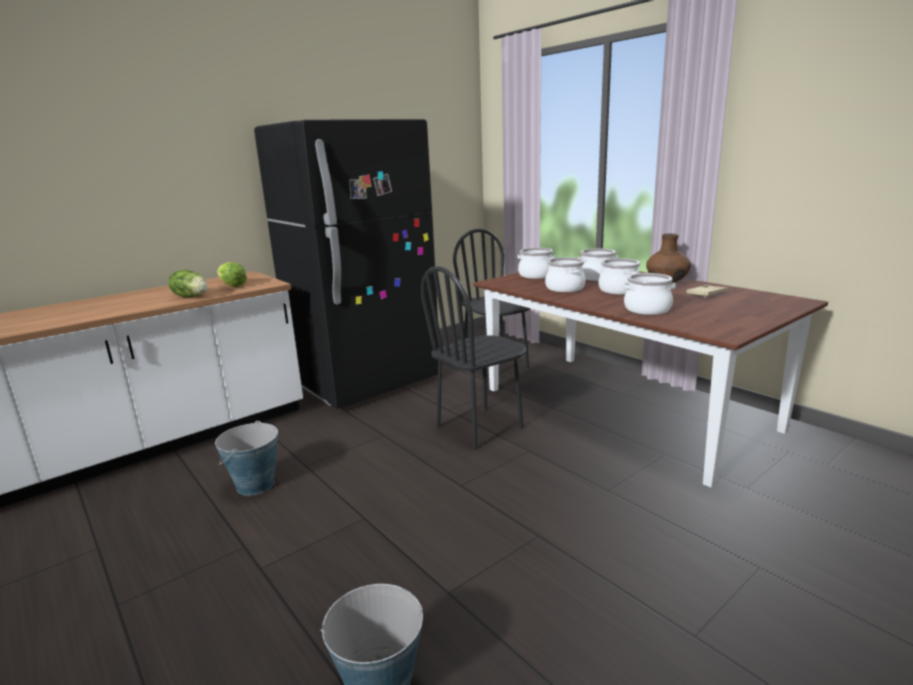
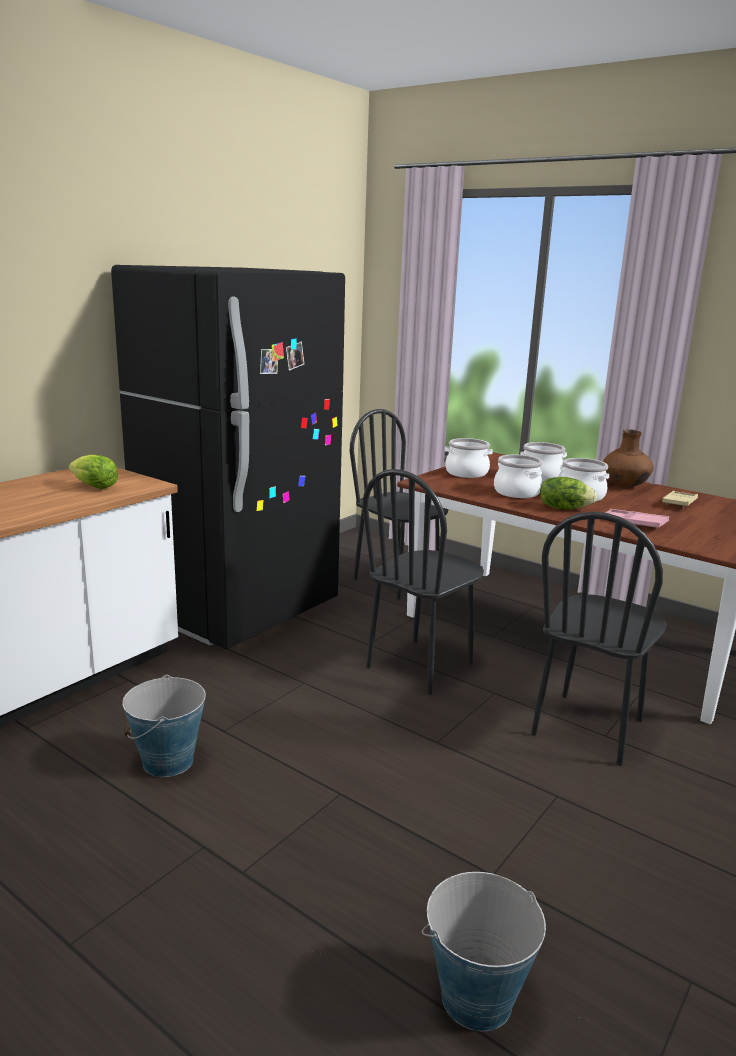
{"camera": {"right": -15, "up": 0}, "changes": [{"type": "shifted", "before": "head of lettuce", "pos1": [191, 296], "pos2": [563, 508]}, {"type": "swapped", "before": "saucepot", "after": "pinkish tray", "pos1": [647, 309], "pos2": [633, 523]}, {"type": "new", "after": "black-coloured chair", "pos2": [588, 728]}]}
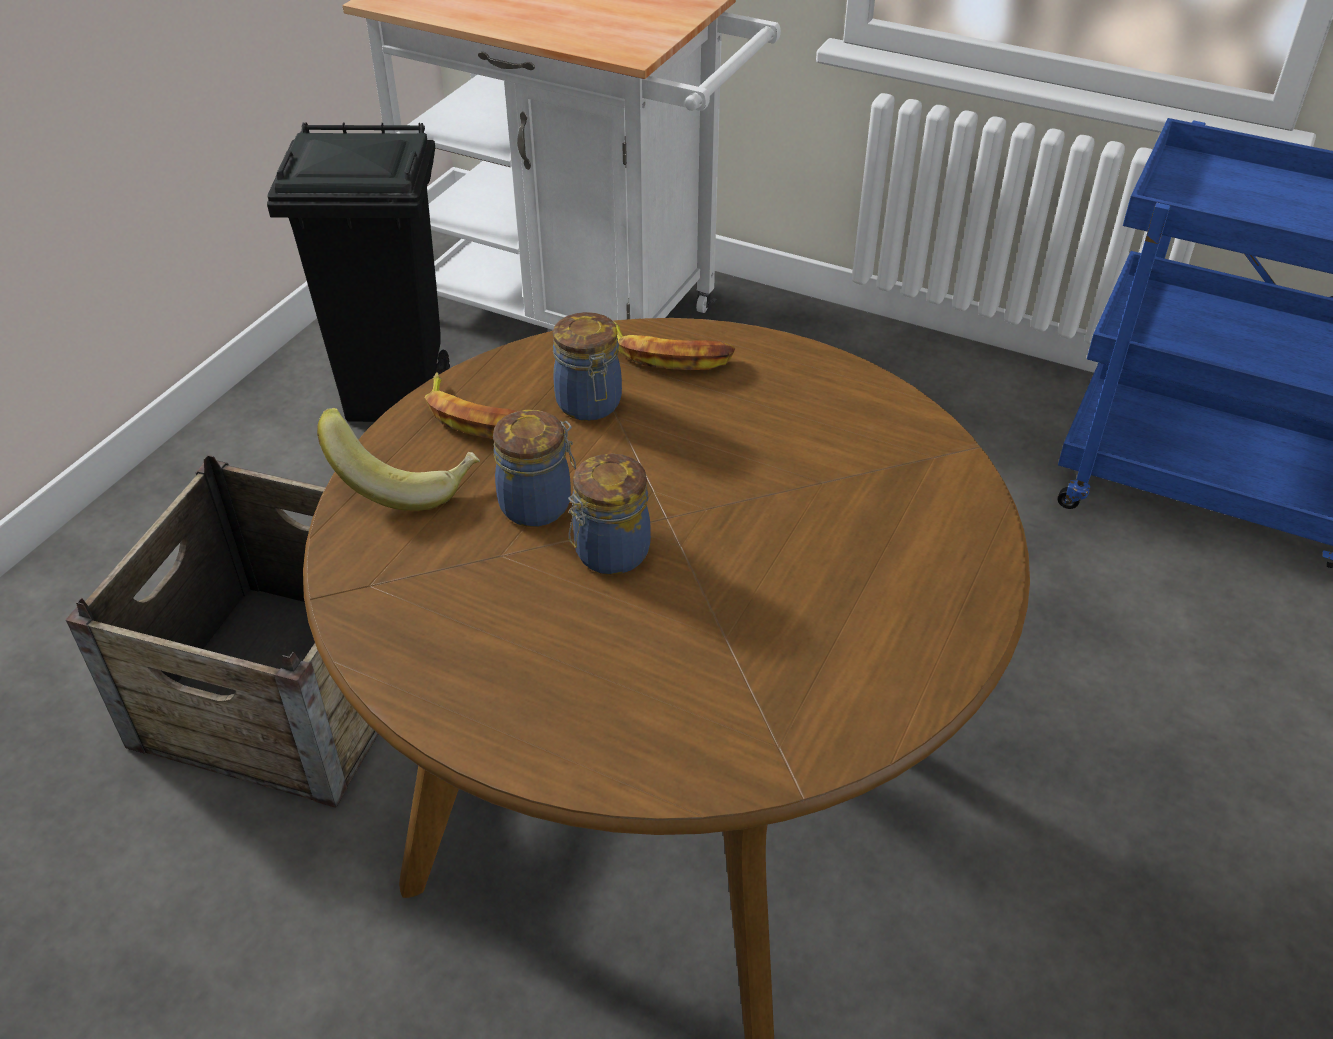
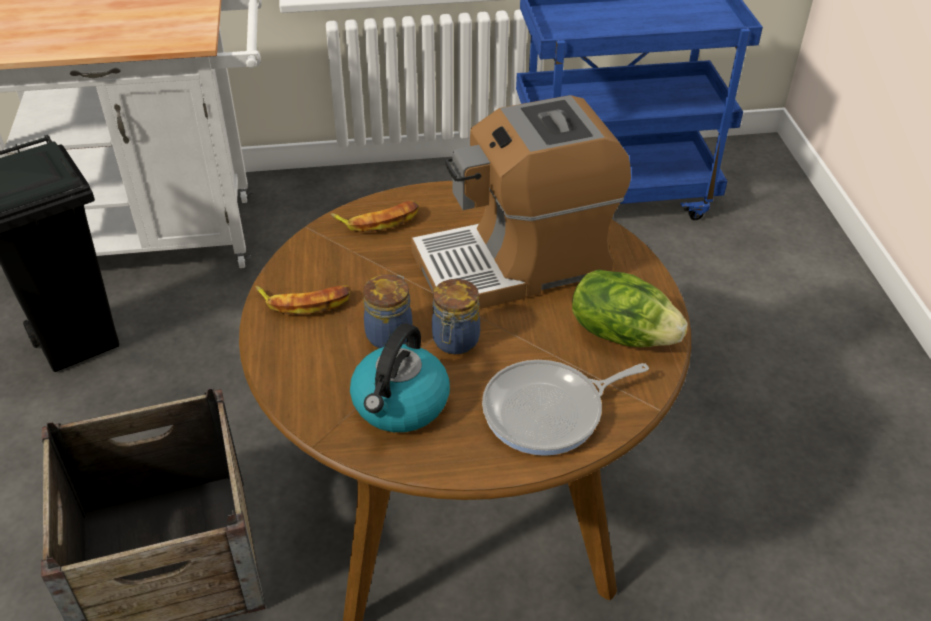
{"camera": {"right": -35, "up": 0}, "changes": [{"type": "gone", "before": "banana", "pos1": [405, 481]}, {"type": "gone", "before": "preserve jar", "pos1": [590, 405]}, {"type": "new", "after": "water kettle", "pos2": [400, 404]}, {"type": "new", "after": "coffee brewer", "pos2": [515, 264]}, {"type": "new", "after": "pan", "pos2": [549, 412]}, {"type": "new", "after": "head of lettuce", "pos2": [622, 333]}]}
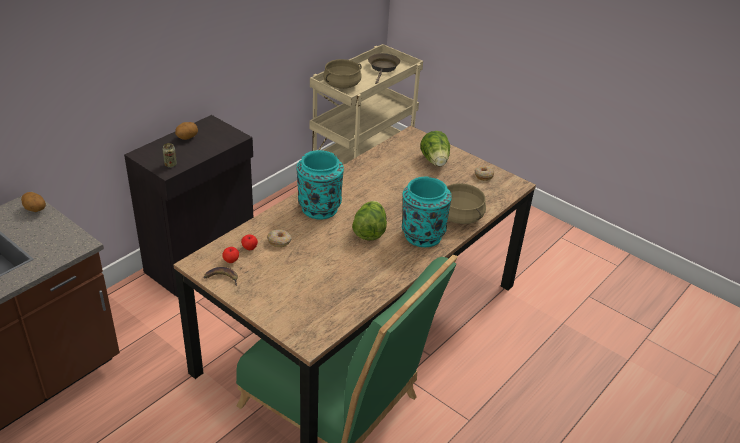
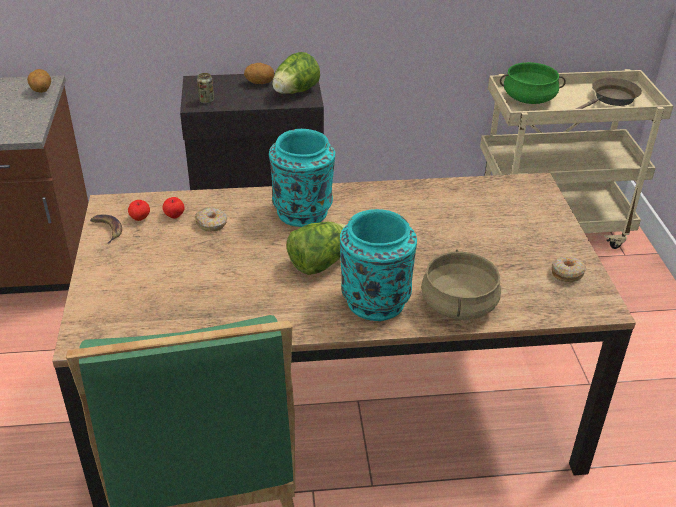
{"camera": {"right": 45, "up": 0}, "changes": [{"type": "repainted", "before": "sand-coloured saucepot", "after": "green saucepot", "pos1": [342, 85], "pos2": [529, 99]}, {"type": "shifted", "before": "head of lettuce", "pos1": [435, 161], "pos2": [295, 92]}]}
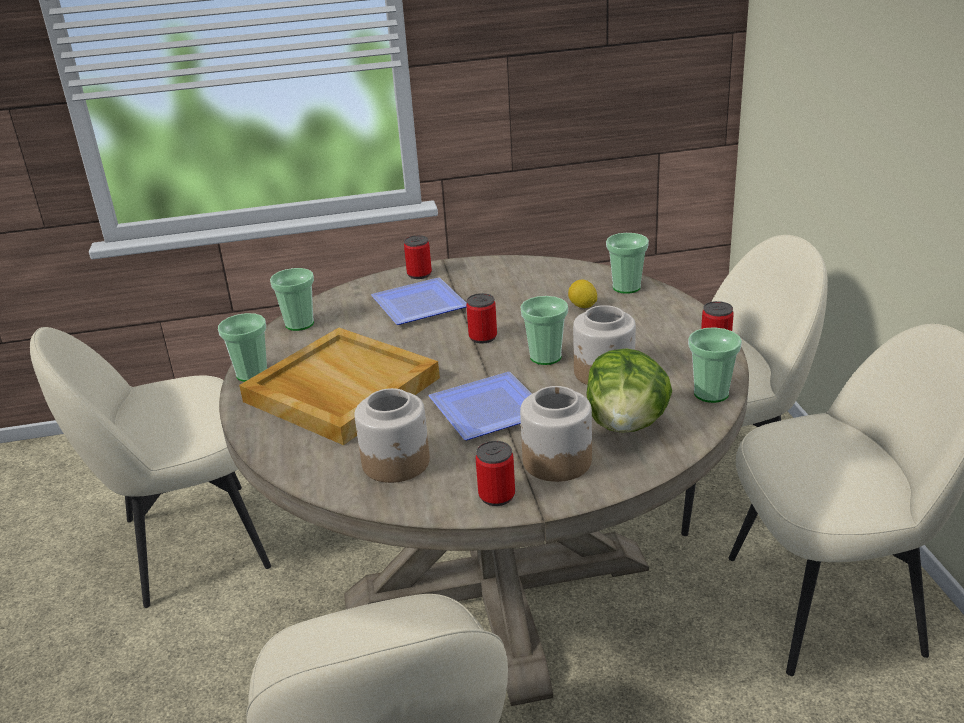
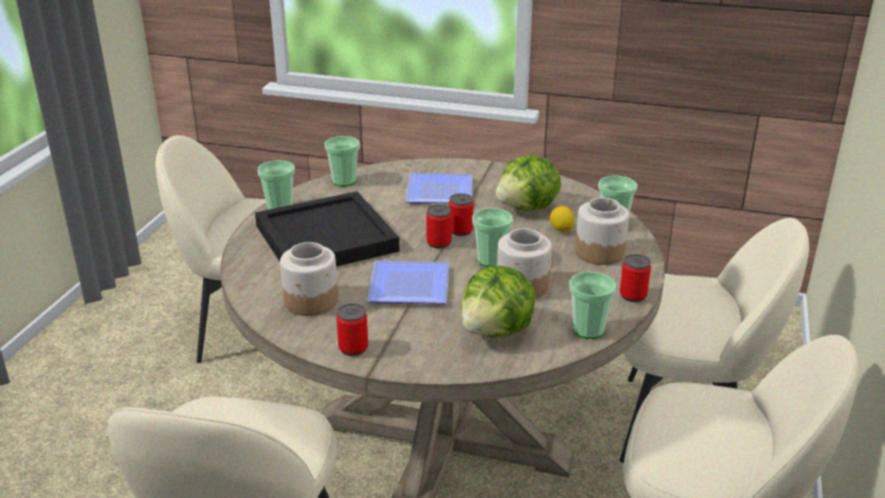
{"camera": {"right": 25, "up": 0}, "changes": [{"type": "repainted", "before": "sand-coloured tray", "after": "black-coloured tray", "pos1": [340, 390], "pos2": [324, 238]}, {"type": "shifted", "before": "sealed can", "pos1": [419, 274], "pos2": [439, 243]}, {"type": "shifted", "before": "preserve jar", "pos1": [557, 460], "pos2": [600, 252]}, {"type": "new", "after": "head of lettuce", "pos2": [528, 208]}]}
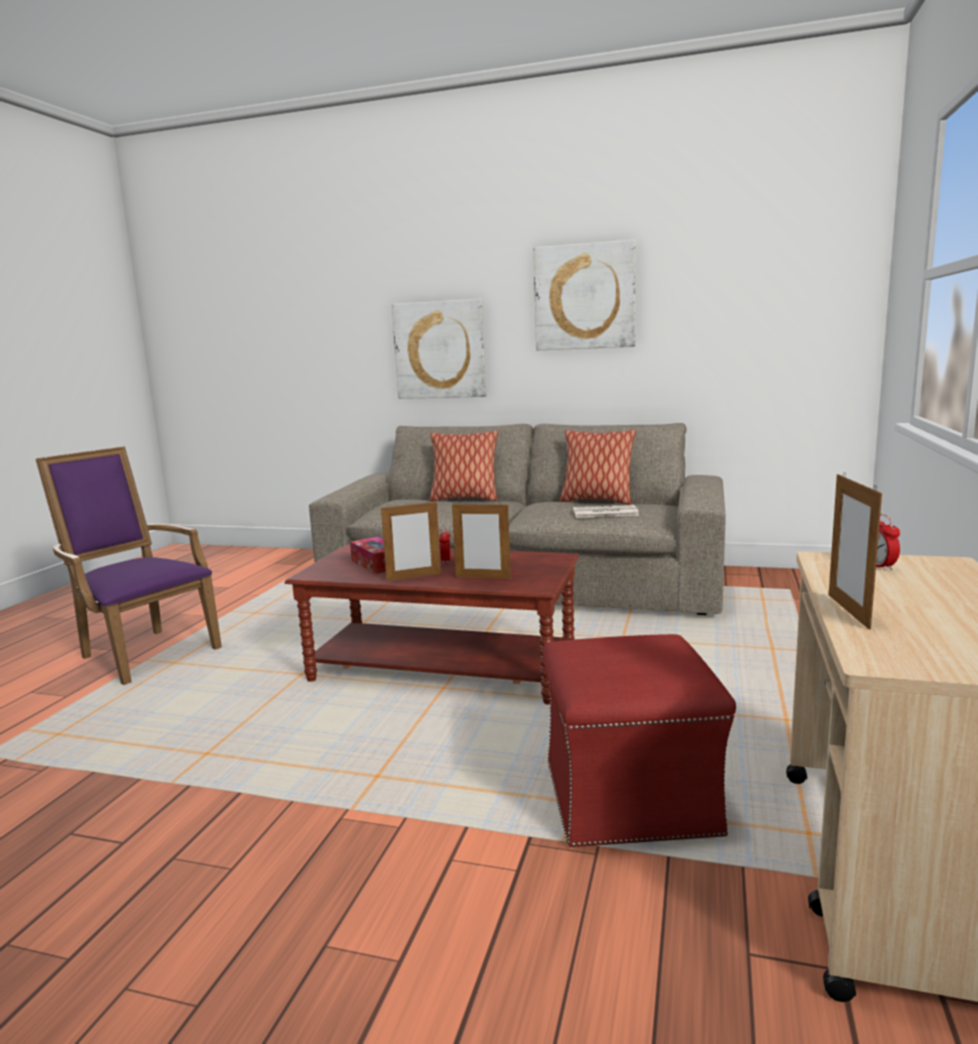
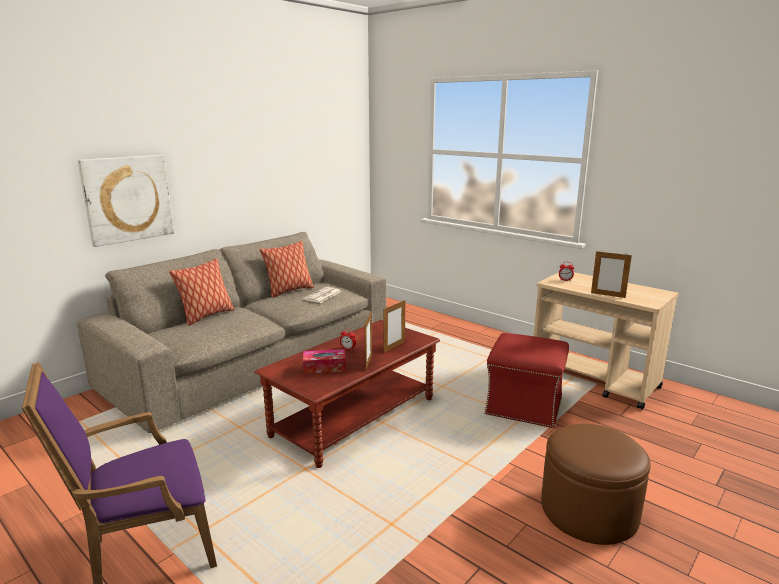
{"camera": {"right": -65, "up": 5}, "changes": [{"type": "gone", "before": "wall picture", "pos1": [585, 297]}, {"type": "new", "after": "brown-coloured pouffe", "pos2": [588, 510]}]}
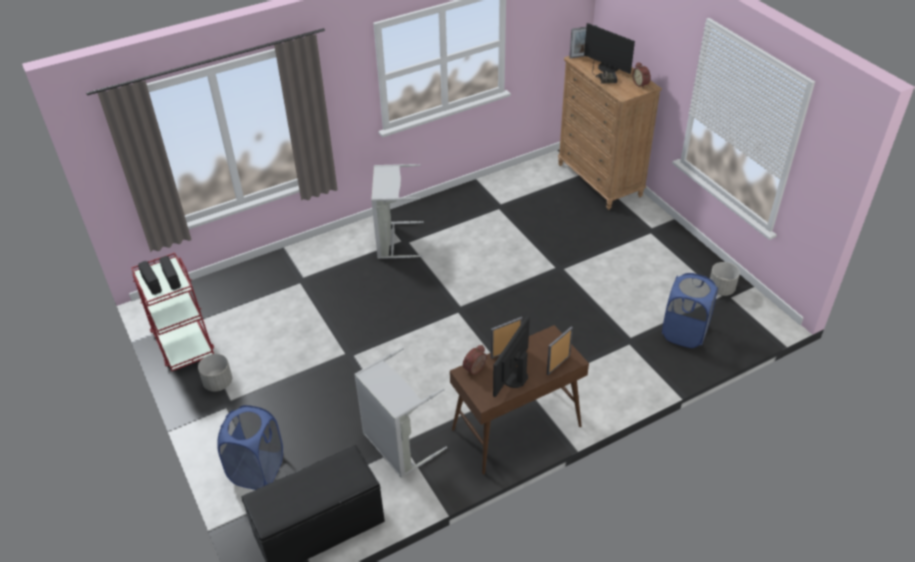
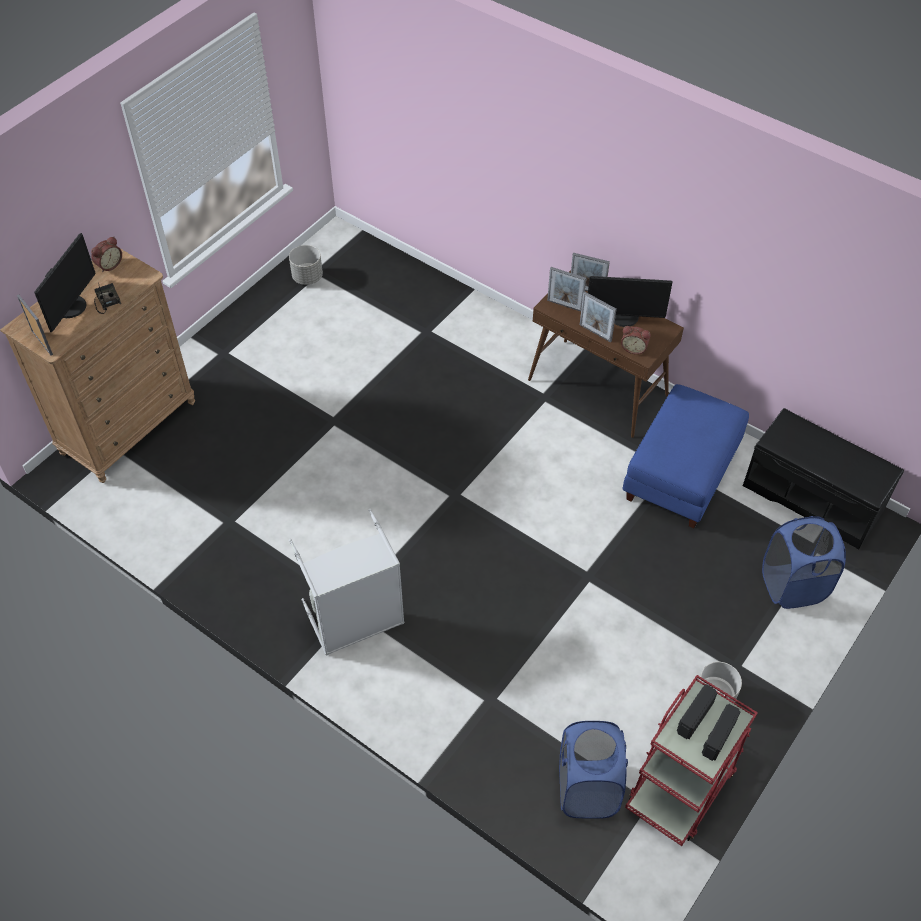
{"camera": {"right": -115, "up": 10}, "changes": [{"type": "swapped", "before": "greyish hamper", "after": "blue-coloured pouffe", "pos1": [397, 446], "pos2": [681, 475]}, {"type": "shifted", "before": "blue-coloured hamper", "pos1": [684, 333], "pos2": [587, 789]}, {"type": "new", "after": "photo frame", "pos2": [564, 305]}]}
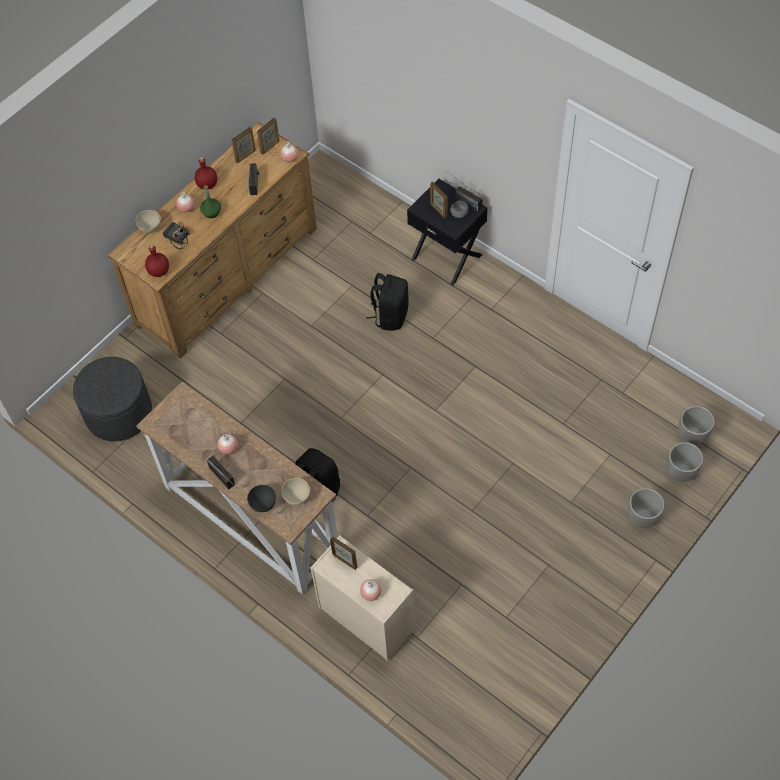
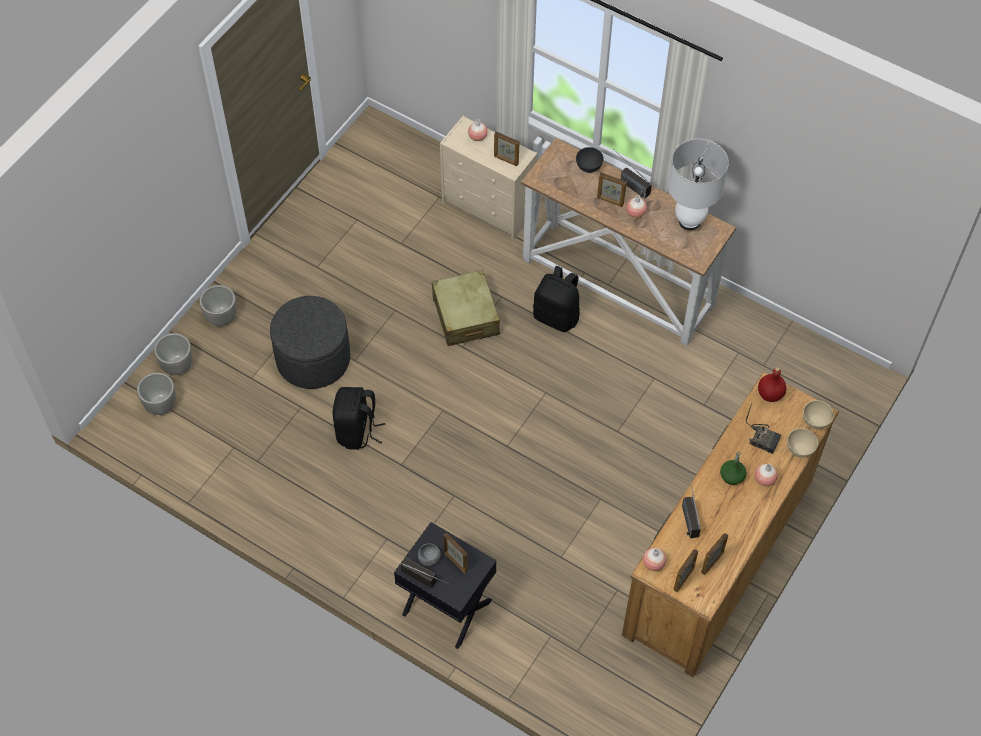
{"camera": {"right": 170, "up": 0}, "changes": [{"type": "shifted", "before": "greyish pouffe", "pos1": [119, 413], "pos2": [313, 358]}, {"type": "gone", "before": "red drink bottle", "pos1": [208, 184]}, {"type": "shifted", "before": "sand-coloured serving bowl", "pos1": [296, 497], "pos2": [815, 421]}, {"type": "shifted", "before": "black-coloured knapsack", "pos1": [390, 315], "pos2": [357, 431]}, {"type": "new", "after": "sand-coloured piece of luggage", "pos2": [465, 316]}, {"type": "new", "after": "photo frame", "pos2": [610, 201]}, {"type": "new", "after": "whitish lamp for a table", "pos2": [689, 222]}]}
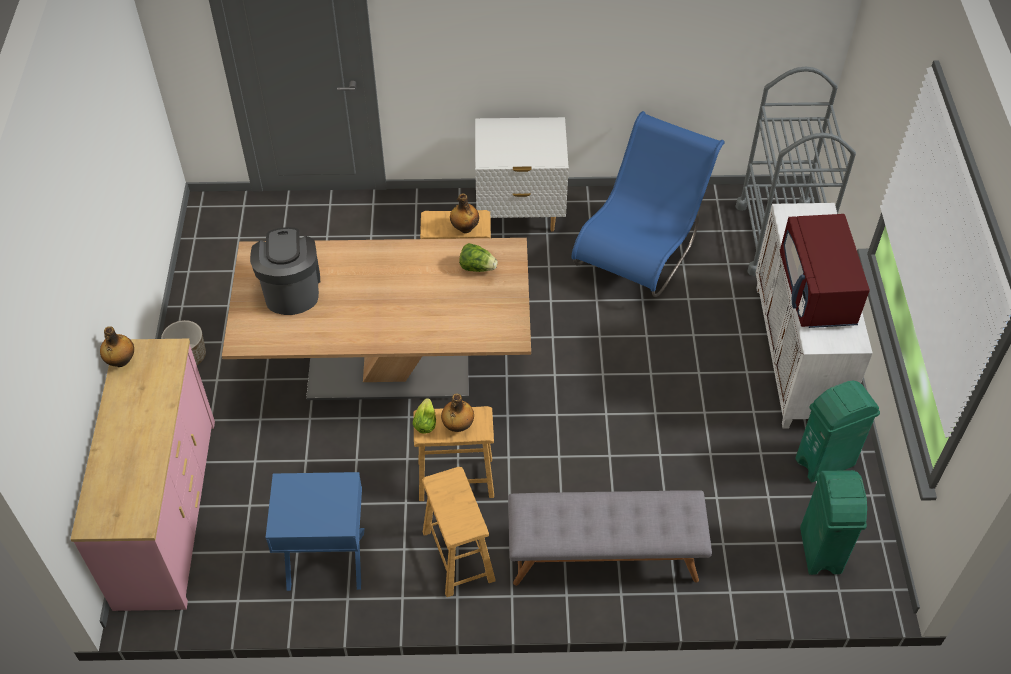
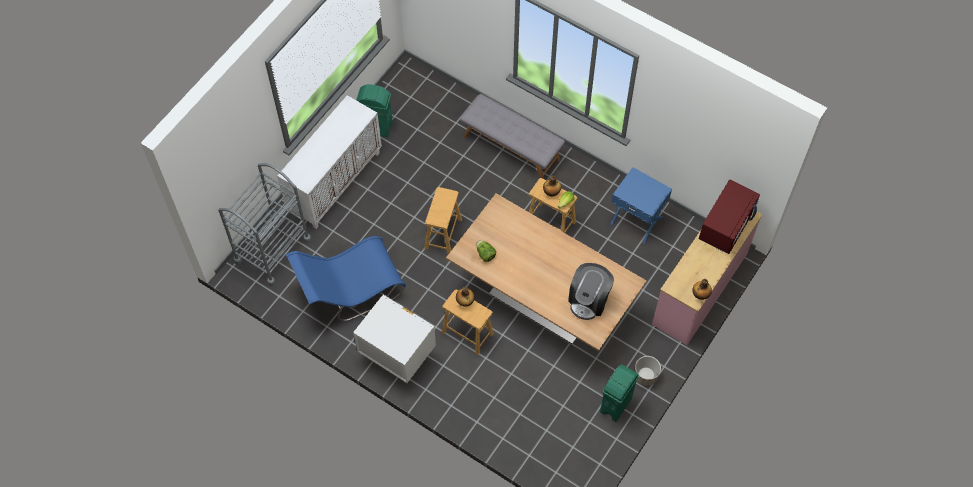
{"camera": {"right": -145, "up": 10}, "changes": [{"type": "shifted", "before": "brown-coloured stool", "pos1": [458, 556], "pos2": [443, 233]}, {"type": "shifted", "before": "red kitchen microwave", "pos1": [817, 291], "pos2": [726, 225]}, {"type": "shifted", "before": "green waste bin", "pos1": [820, 551], "pos2": [616, 405]}]}
